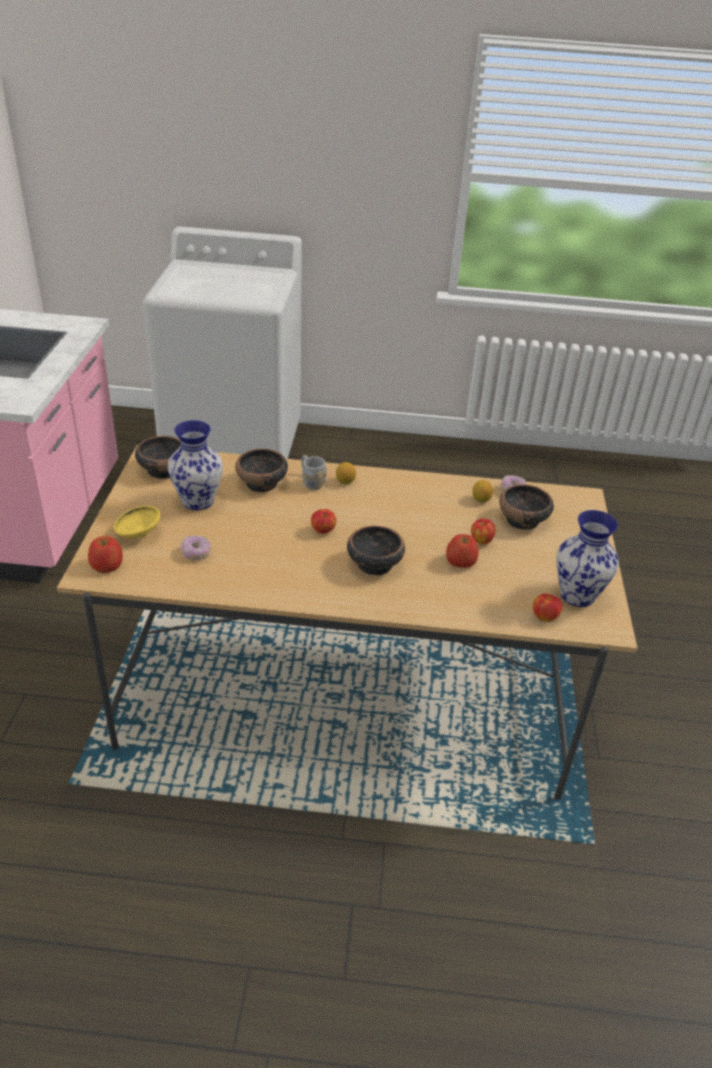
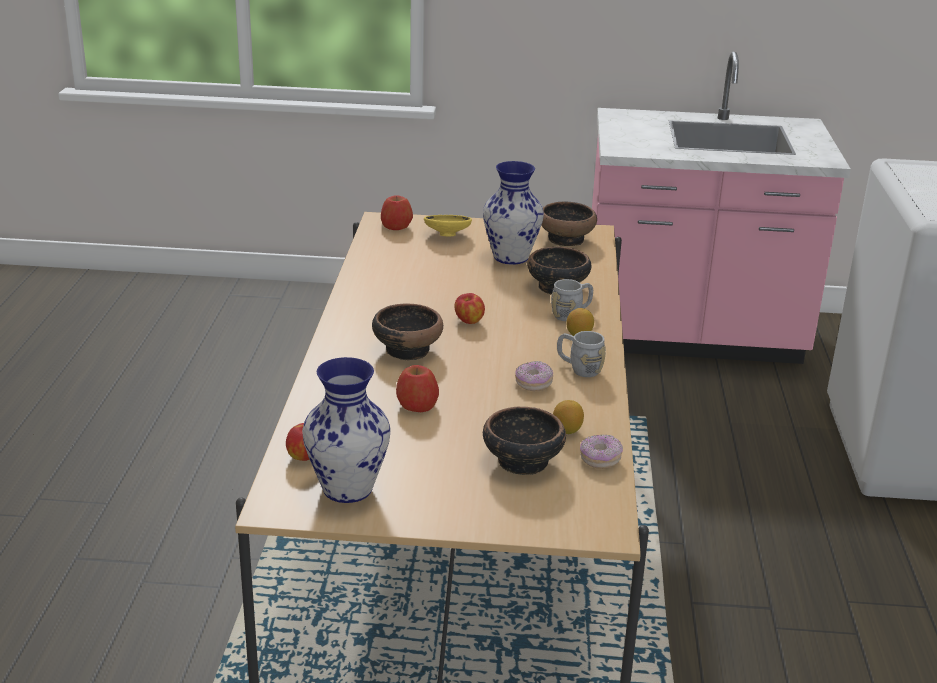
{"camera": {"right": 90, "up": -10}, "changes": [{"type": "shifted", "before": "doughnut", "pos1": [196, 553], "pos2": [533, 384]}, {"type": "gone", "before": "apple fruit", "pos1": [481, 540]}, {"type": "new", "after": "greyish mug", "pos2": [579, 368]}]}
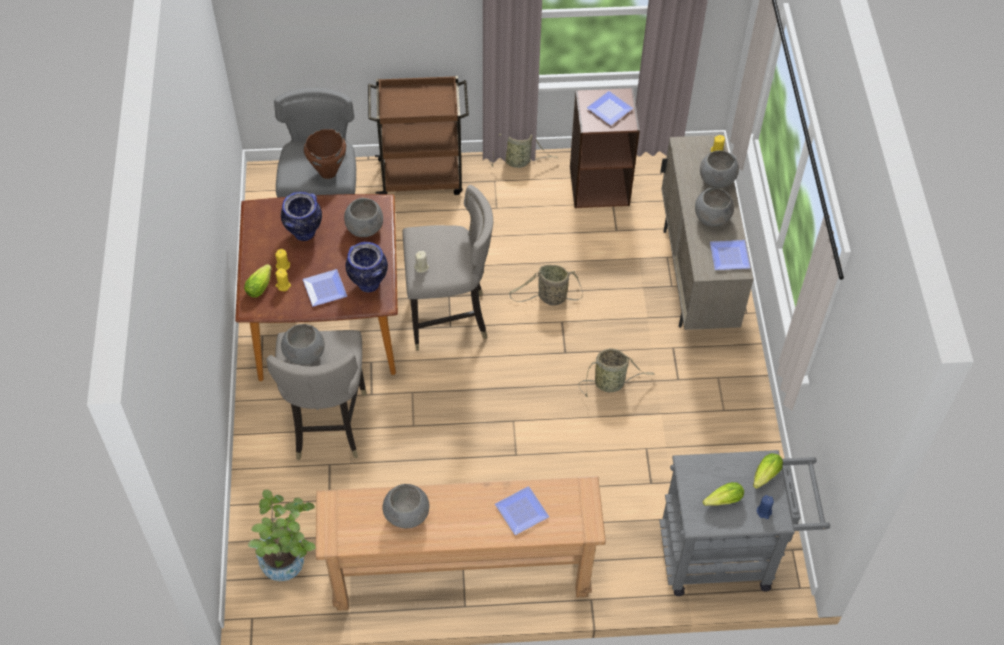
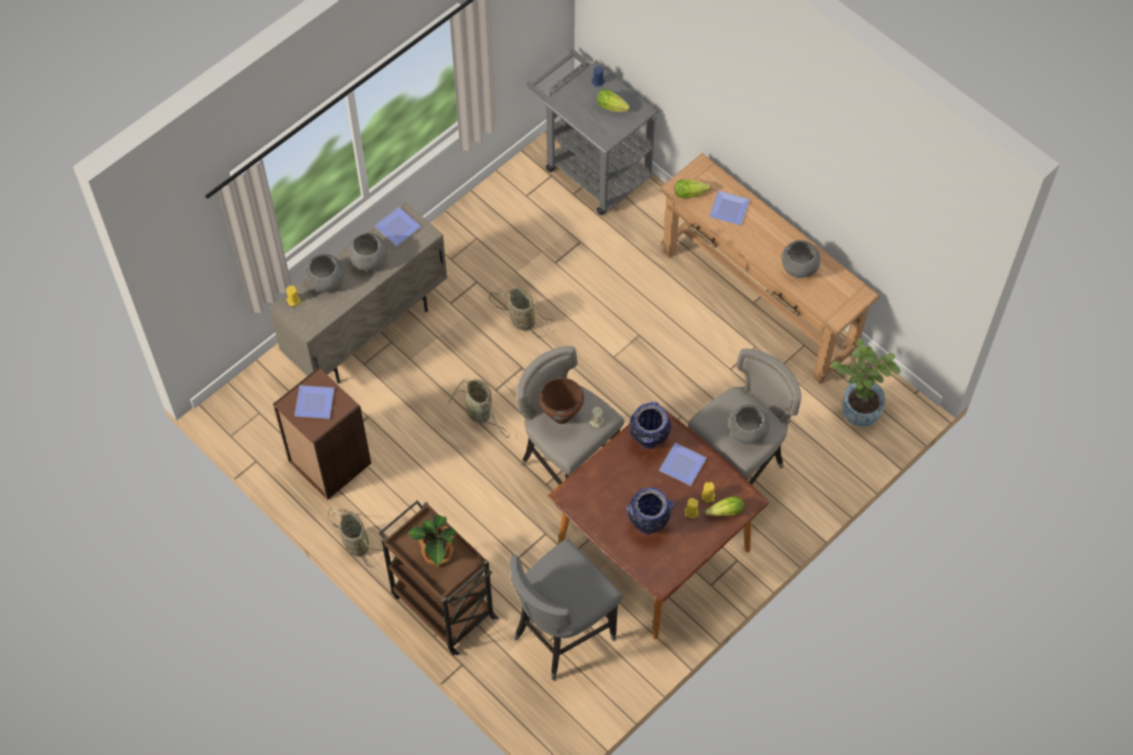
{"camera": {"right": -130, "up": 5}, "changes": [{"type": "shifted", "before": "brown-coloured saucepot", "pos1": [327, 172], "pos2": [562, 416]}, {"type": "gone", "before": "greyish serving bowl", "pos1": [364, 228]}, {"type": "shifted", "before": "head of lettuce", "pos1": [764, 476], "pos2": [692, 193]}, {"type": "new", "after": "potted plant", "pos2": [436, 554]}]}
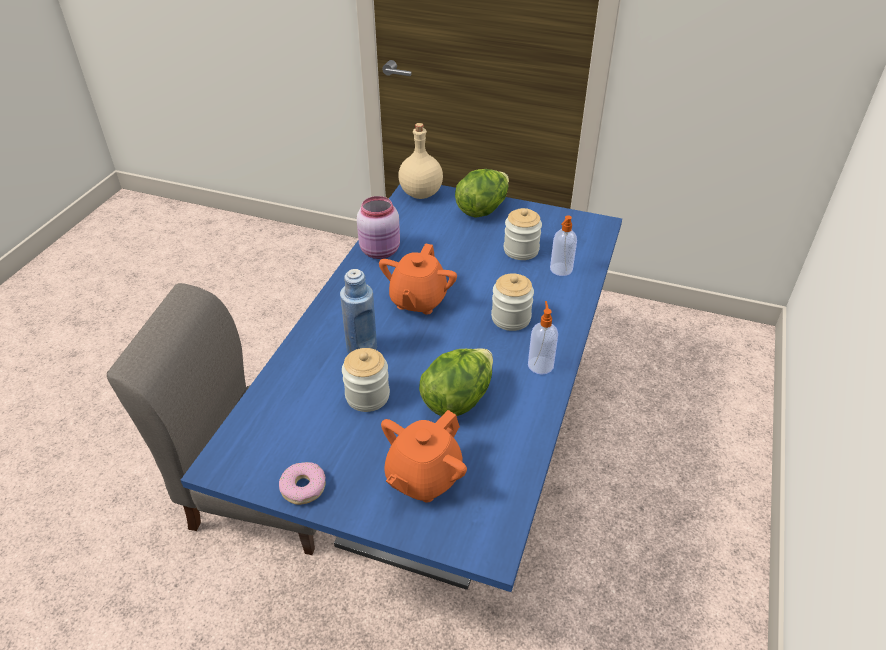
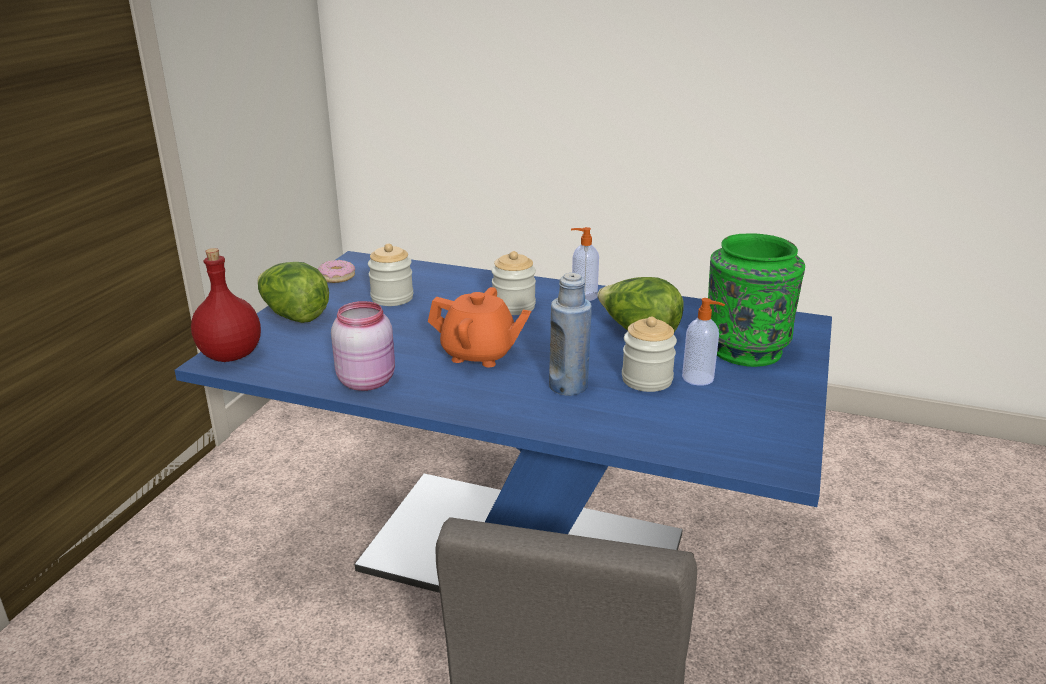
{"camera": {"right": -90, "up": -15}, "changes": [{"type": "shifted", "before": "doughnut", "pos1": [303, 487], "pos2": [336, 277]}, {"type": "swapped", "before": "orange tea pot", "after": "green decorative vase", "pos1": [423, 477], "pos2": [745, 349]}, {"type": "repainted", "before": "sand-coloured drink bottle", "after": "red drink bottle", "pos1": [420, 193], "pos2": [229, 355]}, {"type": "shifted", "before": "soap bottle", "pos1": [560, 270], "pos2": [699, 378]}]}
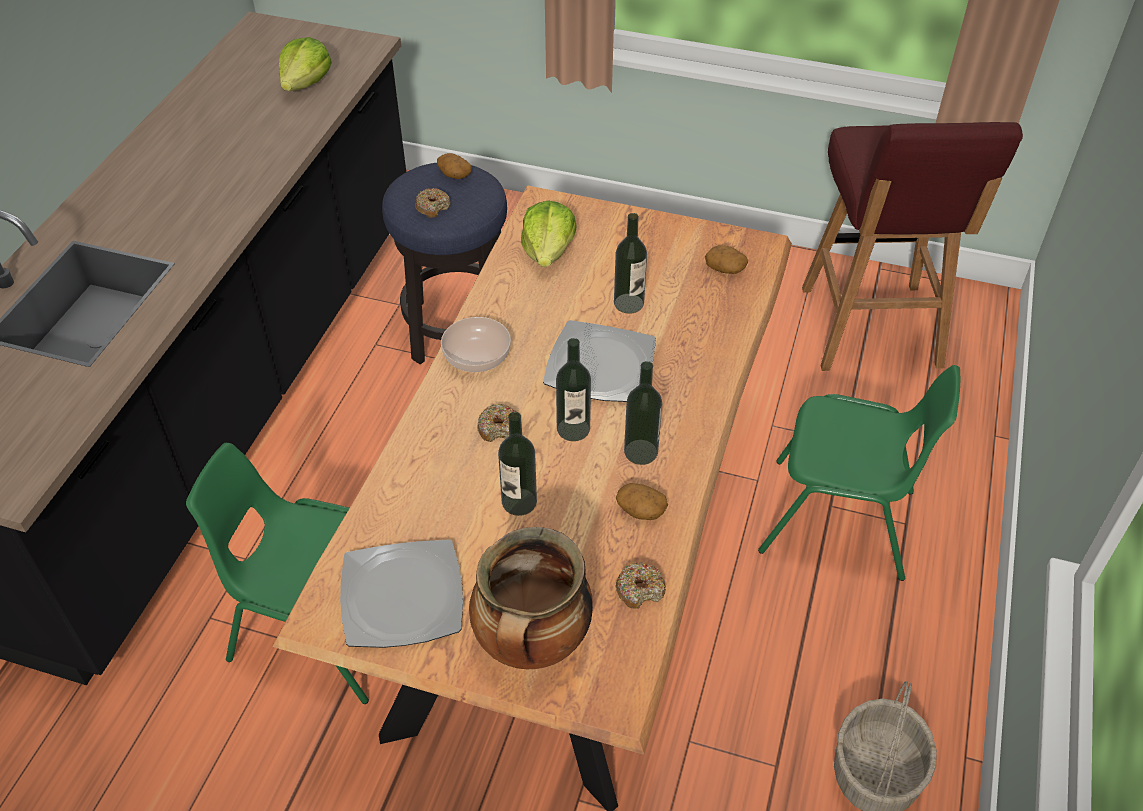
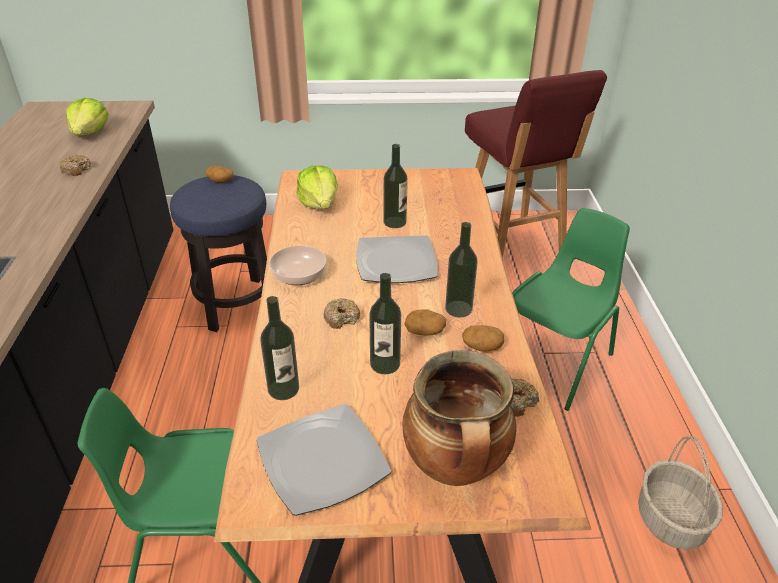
{"camera": {"right": -20, "up": -10}, "changes": [{"type": "shifted", "before": "doughnut", "pos1": [433, 207], "pos2": [76, 169]}, {"type": "shifted", "before": "drink bottle", "pos1": [573, 429], "pos2": [283, 389]}, {"type": "shifted", "before": "spud", "pos1": [725, 268], "pos2": [425, 331]}, {"type": "rotated", "before": "green chair", "pos1": [840, 521], "pos2": [554, 361], "turn": -45}]}
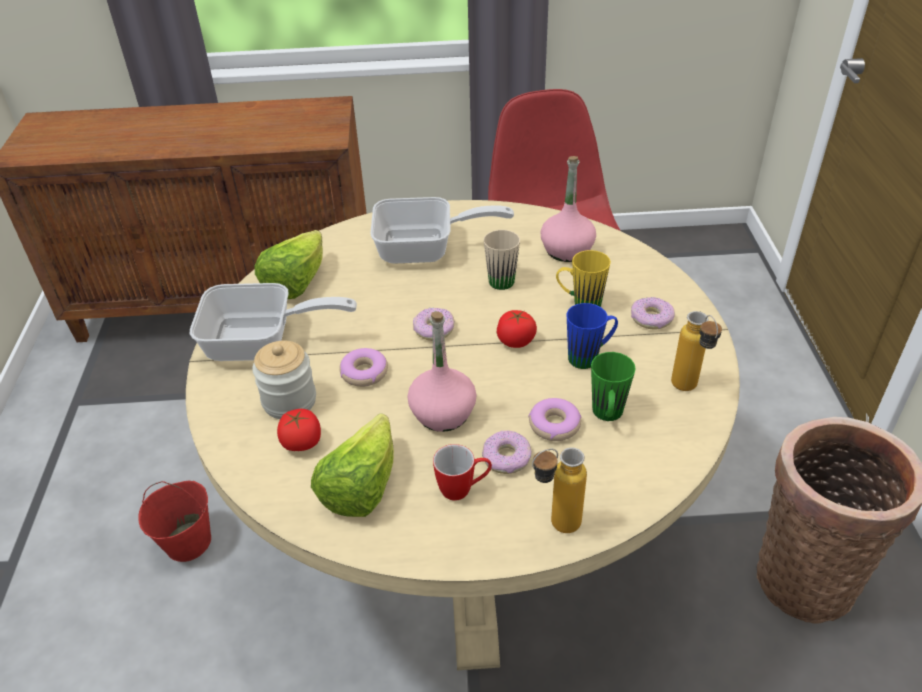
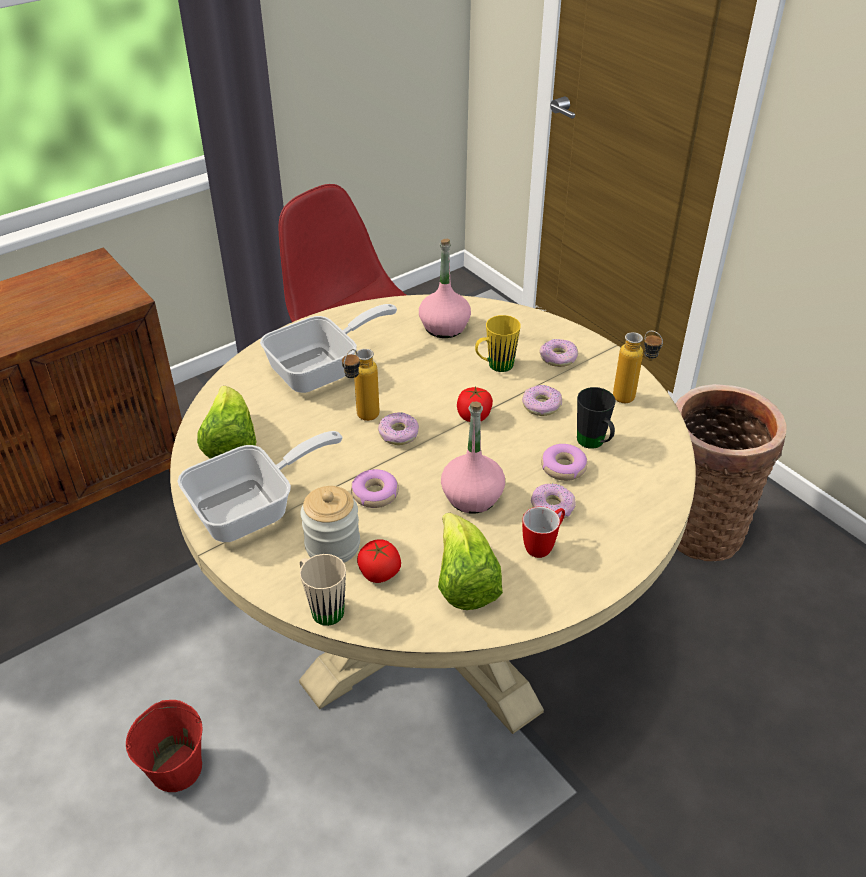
{"camera": {"right": -35, "up": 0}, "changes": [{"type": "shifted", "before": "sand-coloured mug", "pos1": [500, 277], "pos2": [322, 607]}, {"type": "shifted", "before": "drink bottle", "pos1": [554, 526], "pos2": [362, 419]}, {"type": "swapped", "before": "blue-coloured mug", "after": "doughnut", "pos1": [589, 357], "pos2": [541, 405]}, {"type": "repainted", "before": "green mug", "after": "black-coloured mug", "pos1": [607, 416], "pos2": [594, 444]}]}
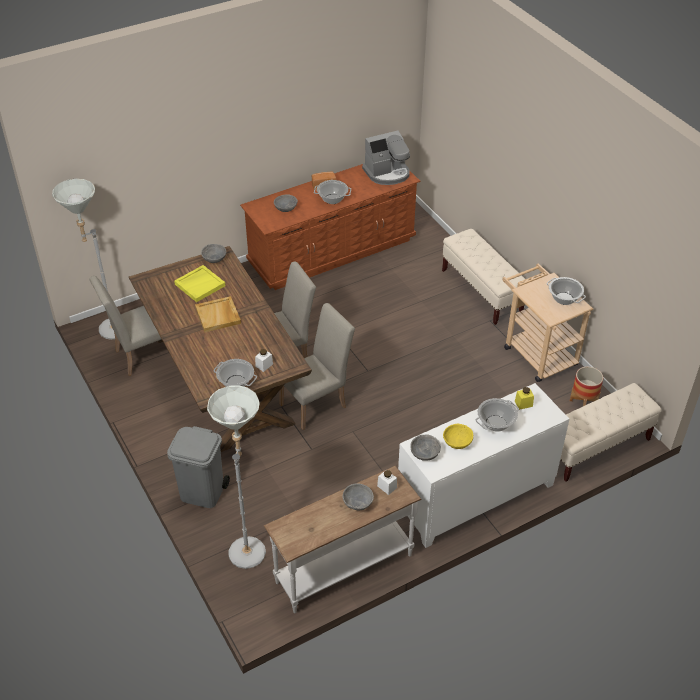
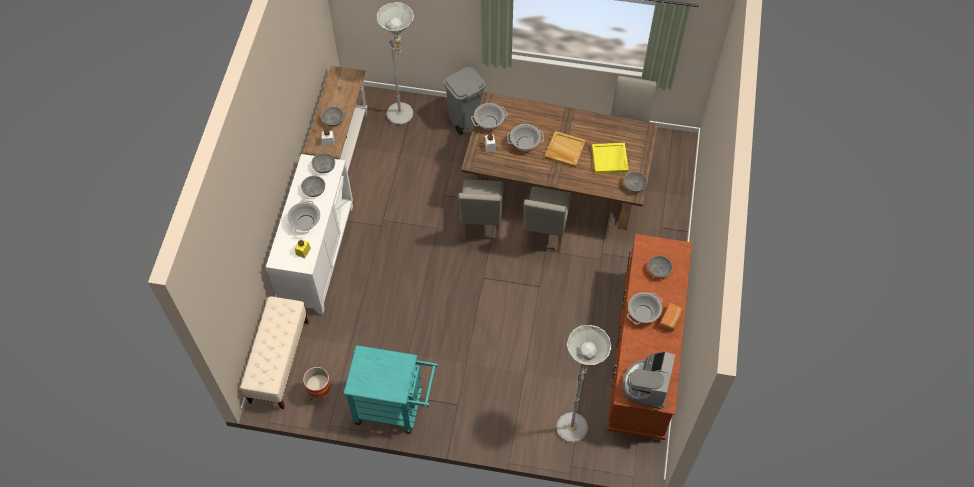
{"camera": {"right": 130, "up": 15}, "changes": [{"type": "shifted", "before": "greyish standard lamp", "pos1": [107, 330], "pos2": [574, 421]}, {"type": "gone", "before": "sand-coloured long seat", "pos1": [481, 292]}, {"type": "repainted", "before": "yellow-coloured serving bowl", "after": "greyish serving bowl", "pos1": [457, 442], "pos2": [314, 190]}, {"type": "repainted", "before": "sand-coloured cart", "after": "turquoise cart", "pos1": [536, 352], "pos2": [395, 407]}, {"type": "shifted", "before": "saucepot", "pos1": [564, 298], "pos2": [525, 143]}]}
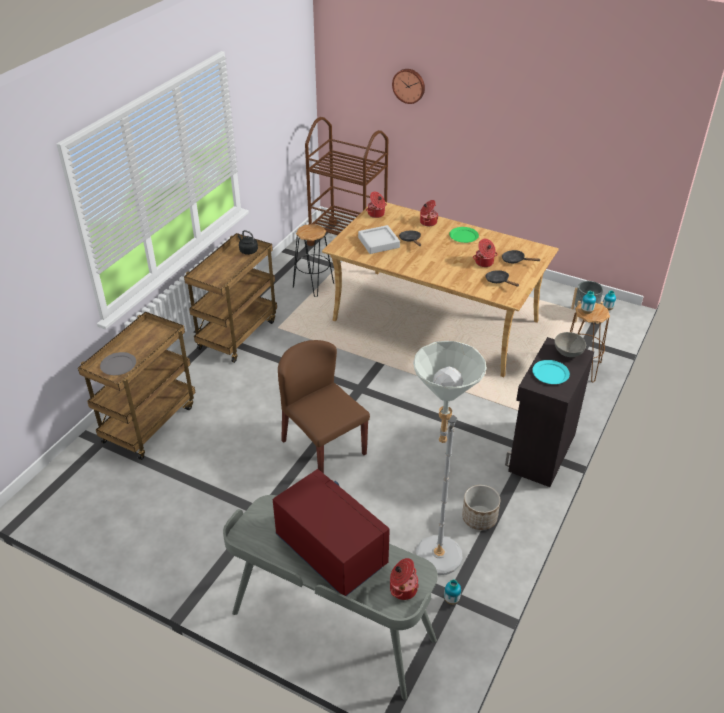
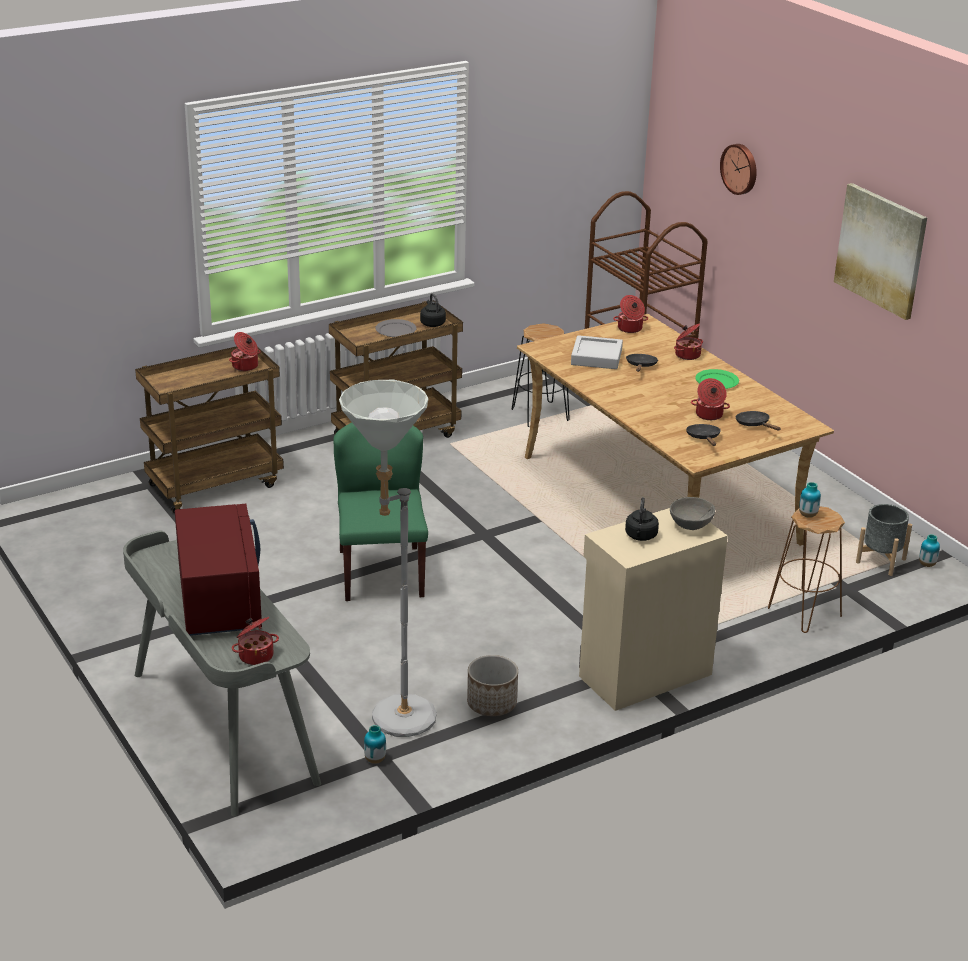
{"camera": {"right": 30, "up": -10}, "changes": [{"type": "shifted", "before": "greyish dinner plate", "pos1": [118, 365], "pos2": [396, 330]}, {"type": "repainted", "before": "brown-coloured chair", "after": "green chair", "pos1": [323, 447], "pos2": [381, 572]}, {"type": "repainted", "before": "black-coloured cupboard", "after": "sand-coloured cupboard", "pos1": [540, 452], "pos2": [643, 674]}, {"type": "swapped", "before": "turquoise dinner plate", "after": "black-coloured water kettle", "pos1": [550, 373], "pos2": [640, 536]}, {"type": "new", "after": "saucepot", "pos2": [245, 366]}, {"type": "new", "after": "wall picture", "pos2": [881, 250]}]}
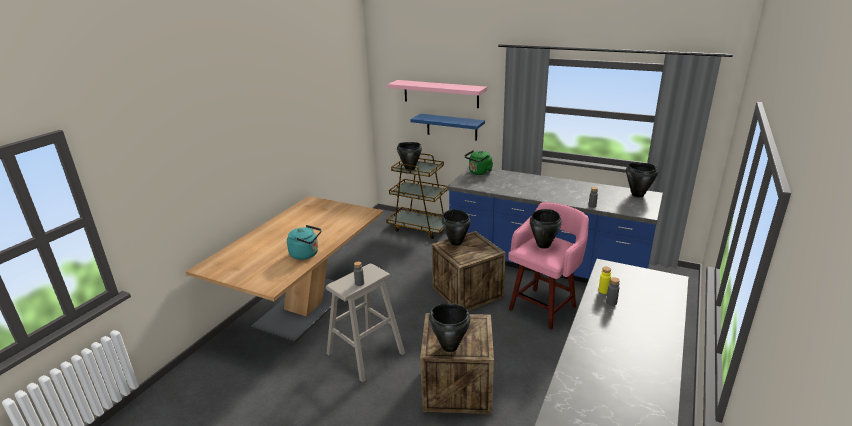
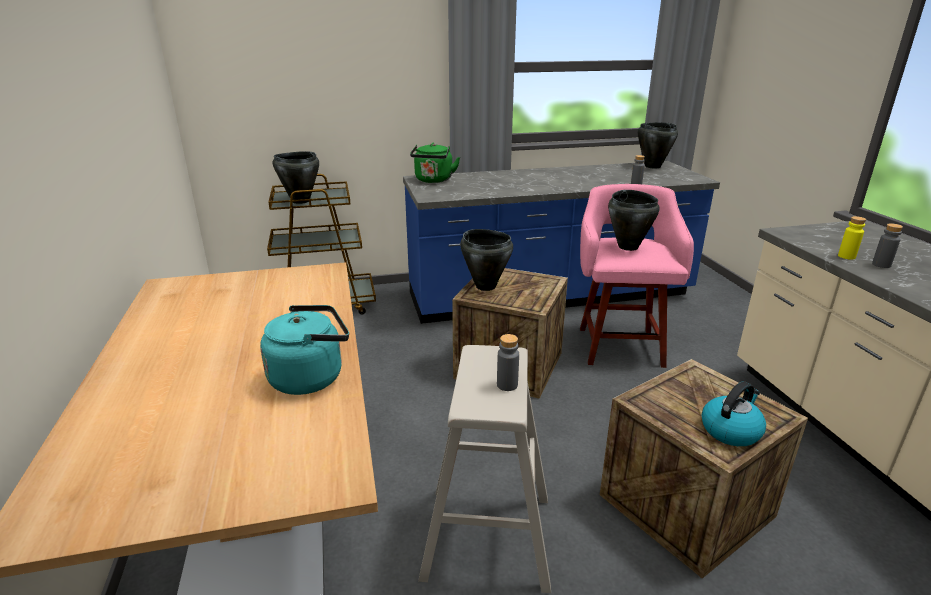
{"camera": {"right": -40, "up": 0}, "changes": [{"type": "gone", "before": "pinkish shelf", "pos1": [440, 93]}, {"type": "gone", "before": "blue-coloured shelf", "pos1": [451, 127]}, {"type": "swapped", "before": "black-coloured saucepot", "after": "water kettle", "pos1": [449, 346], "pos2": [730, 430]}]}
